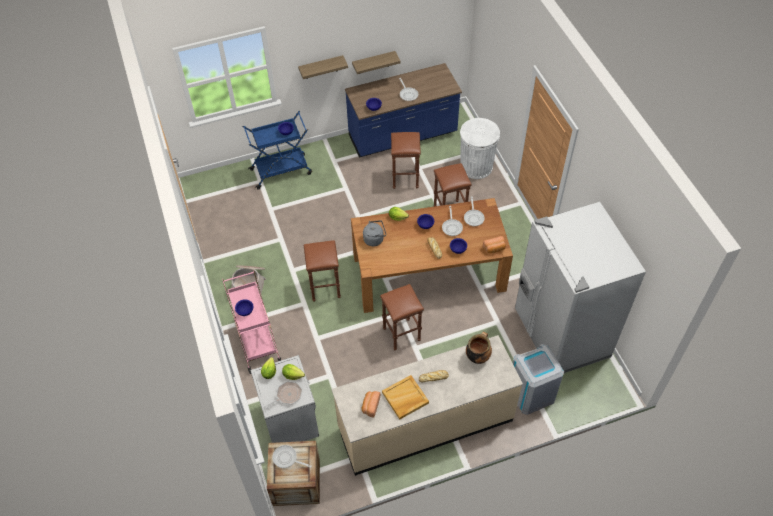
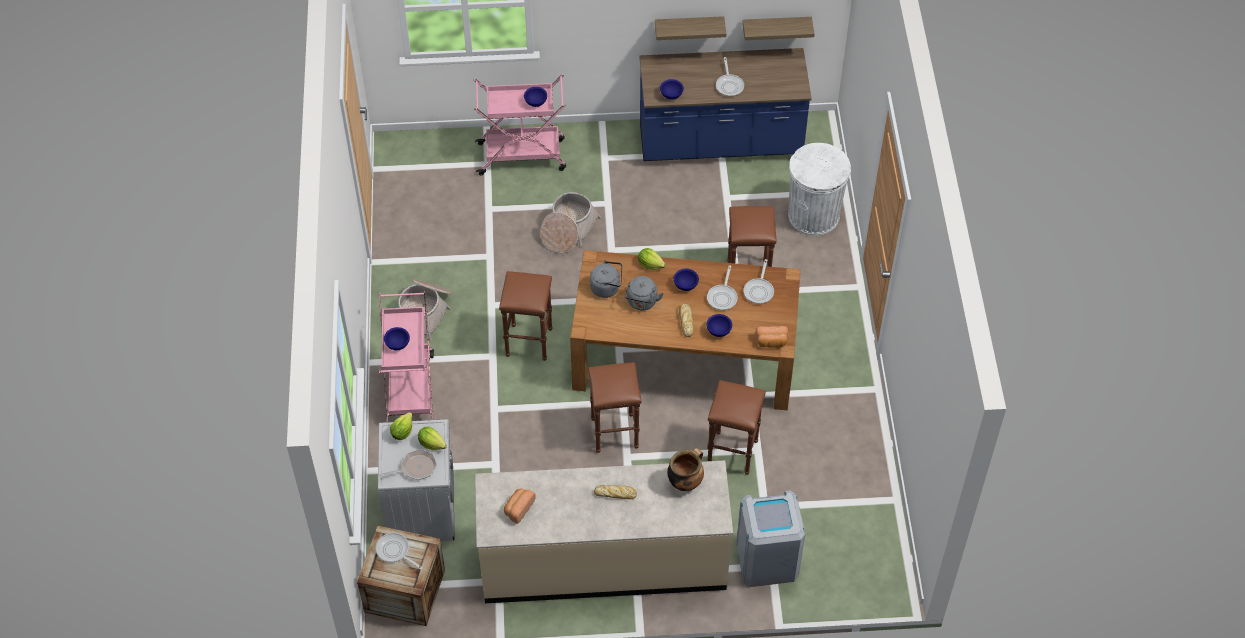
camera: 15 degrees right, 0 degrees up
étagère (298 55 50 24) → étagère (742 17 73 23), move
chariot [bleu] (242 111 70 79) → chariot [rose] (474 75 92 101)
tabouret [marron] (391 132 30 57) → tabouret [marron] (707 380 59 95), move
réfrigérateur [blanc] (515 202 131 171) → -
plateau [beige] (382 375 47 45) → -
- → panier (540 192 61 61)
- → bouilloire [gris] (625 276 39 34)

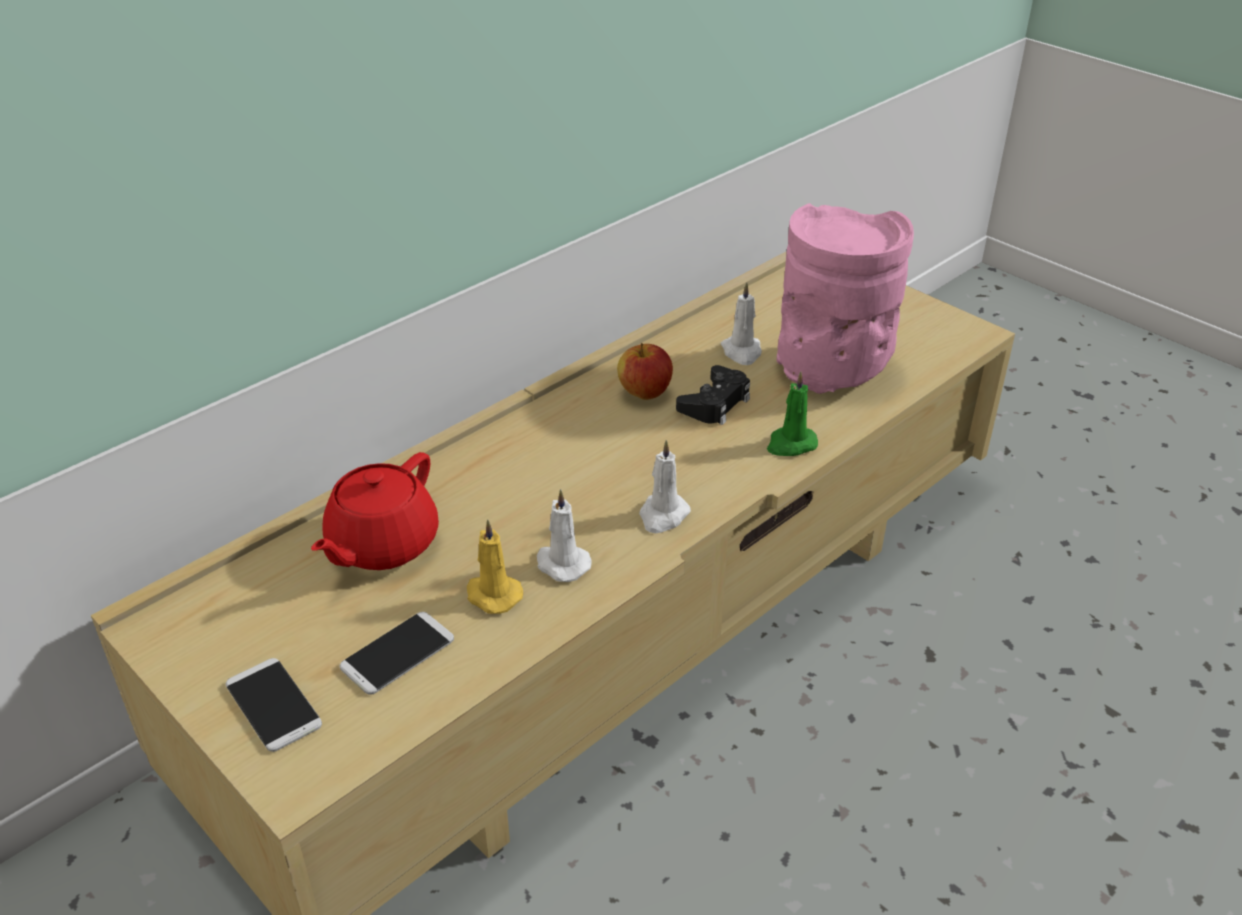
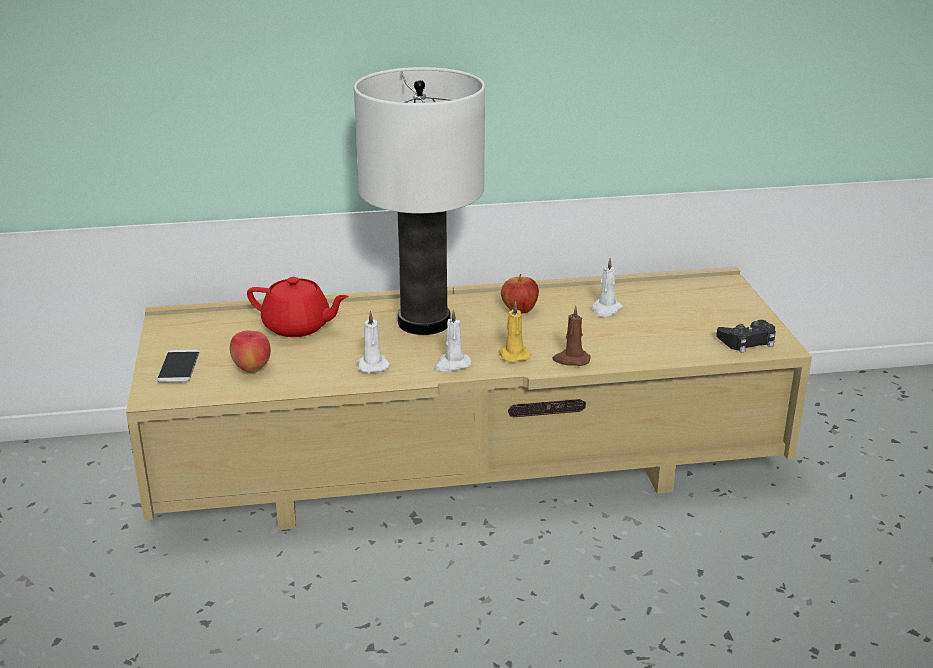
camera: 35 degrees right, 10 degrees down
vase [rose] (776 203 138 191) → -
manette [noir] (676 365 74 60) → manette [noir] (716 320 60 33), move
bougie [vert] (767 371 51 85) → bougie [marron] (552 305 39 61)
théière [rouge] (311 452 128 118) → théière [rouge] (247 277 102 60), 135 degrees counterclockwise
bougie [jaune] (467 519 56 95) → bougie [jaune] (499 301 32 62), move
téléphone (340 612 114 83) → pomme (230 330 41 43)
- → lampe de table [blanc] (354 67 131 268)

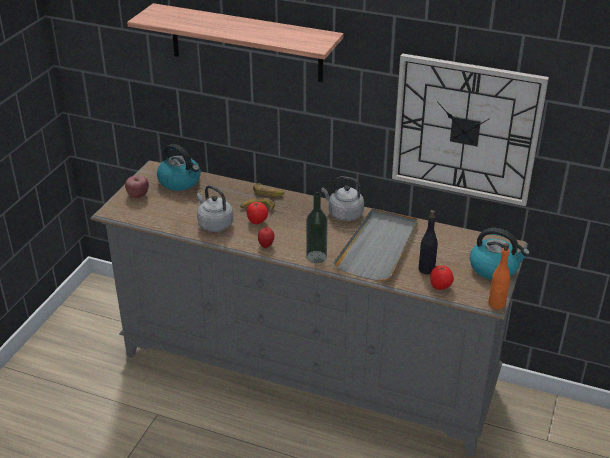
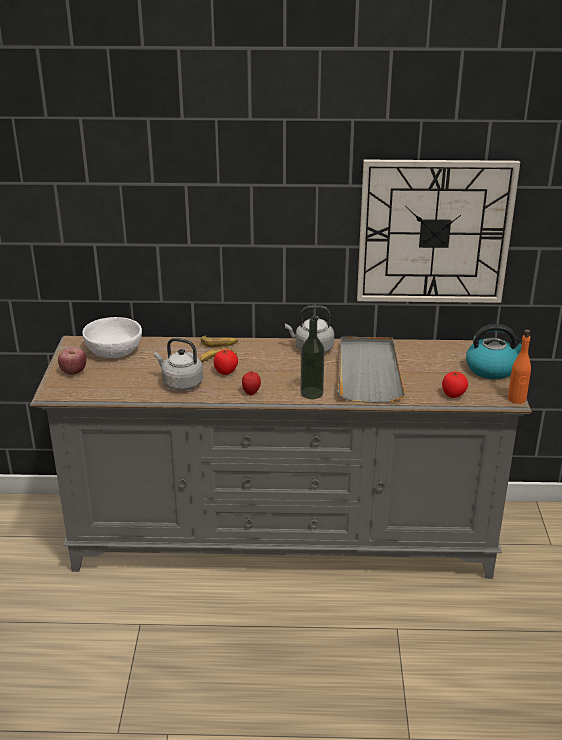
camera: 20 degrees left, 5 degrees down
étagère (127 3 217 79) → -
bouilloire (157 144 44 47) → bol [blanc] (82 317 60 41)
bouteille [noir] (419 210 19 64) → -

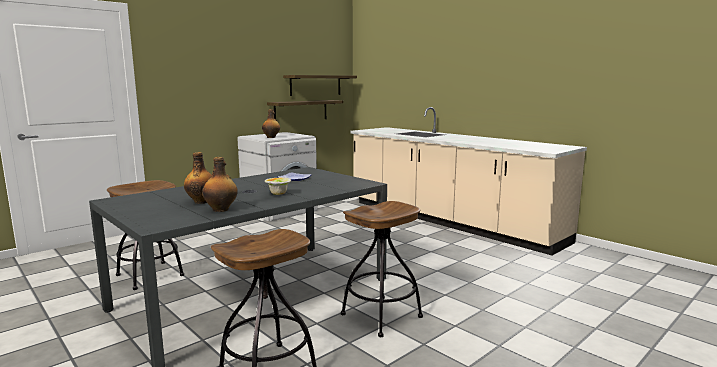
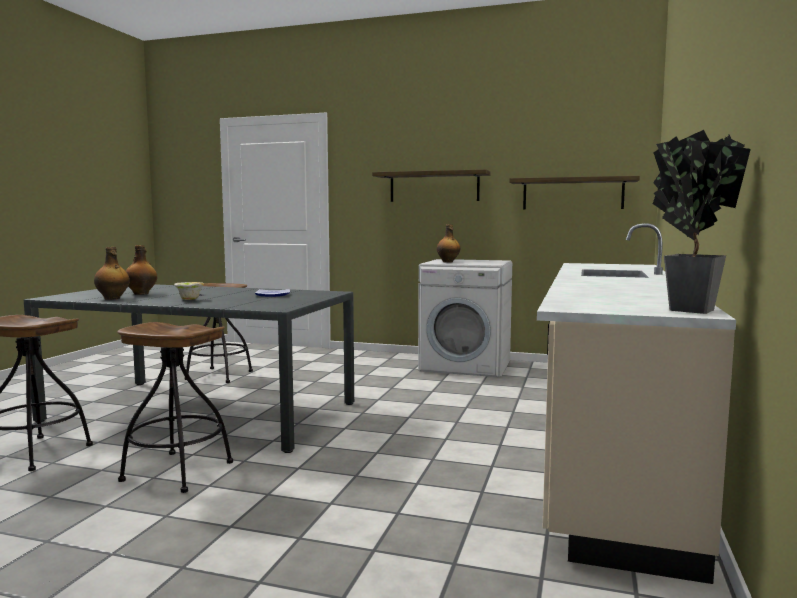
camera: 60 degrees right, 5 degrees down
étagère (267 100 76 19) → étagère (372 169 119 33), move
- → plante en pot (652 130 99 184)

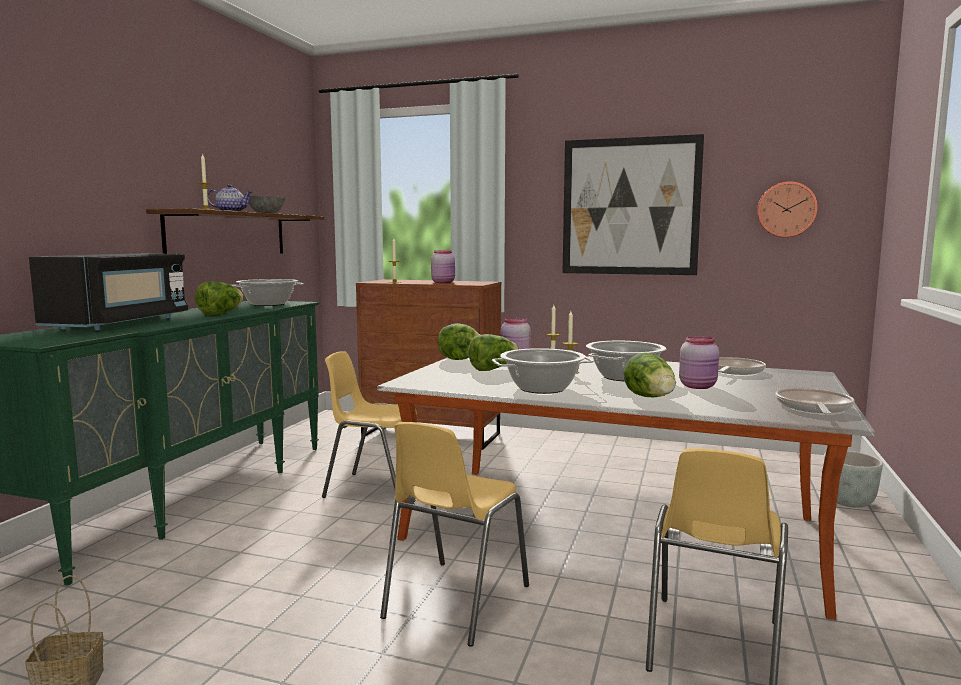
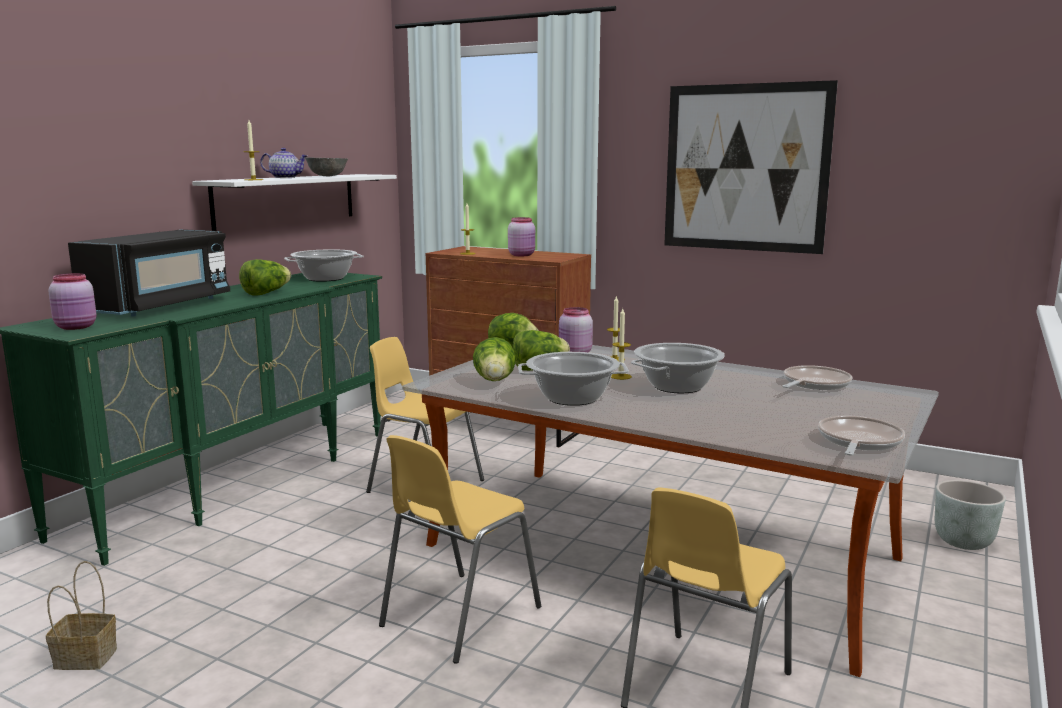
camera: 10 degrees right, 5 degrees up
horloge murale (757 181 61 56) → -
étagère [marron] (146 209 179 45) → étagère [blanc] (192 174 205 57)
bocal [rose] (679 336 40 53) → bocal [rose] (49 273 47 57), move
laitue (624 352 52 45) → laitue (473 337 42 44), move

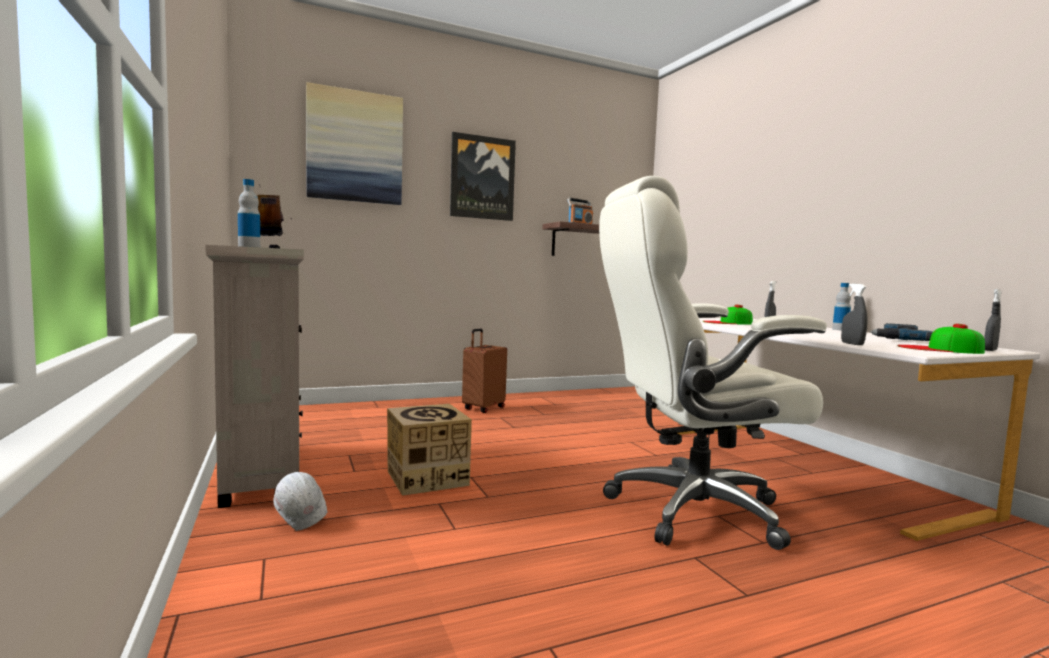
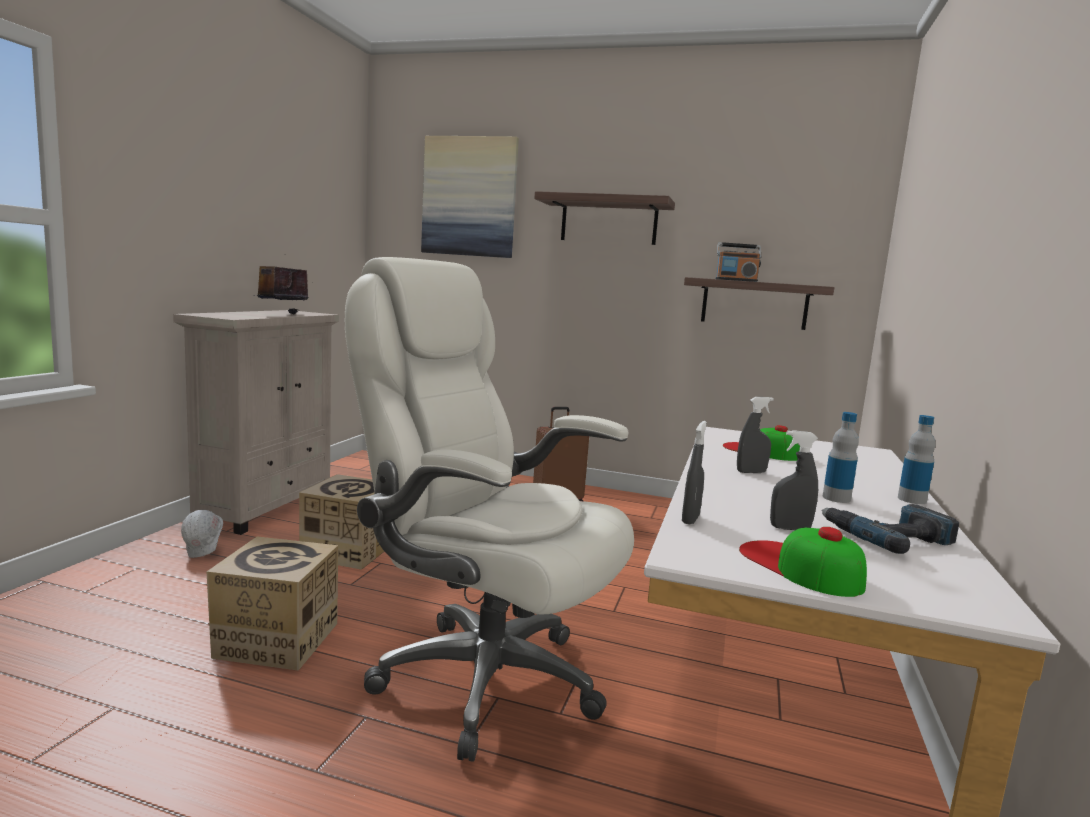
camera: 40 degrees right, 5 degrees up
tableau (450 132 66 89) → étagère (534 191 141 54)
bouteille (238 179 22 68) → bouteille (823 412 36 91), move
vaporisateur [gris] (984 289 18 62) → vaporisateur [gris] (770 430 48 100), move
- → carton (207 536 131 135)

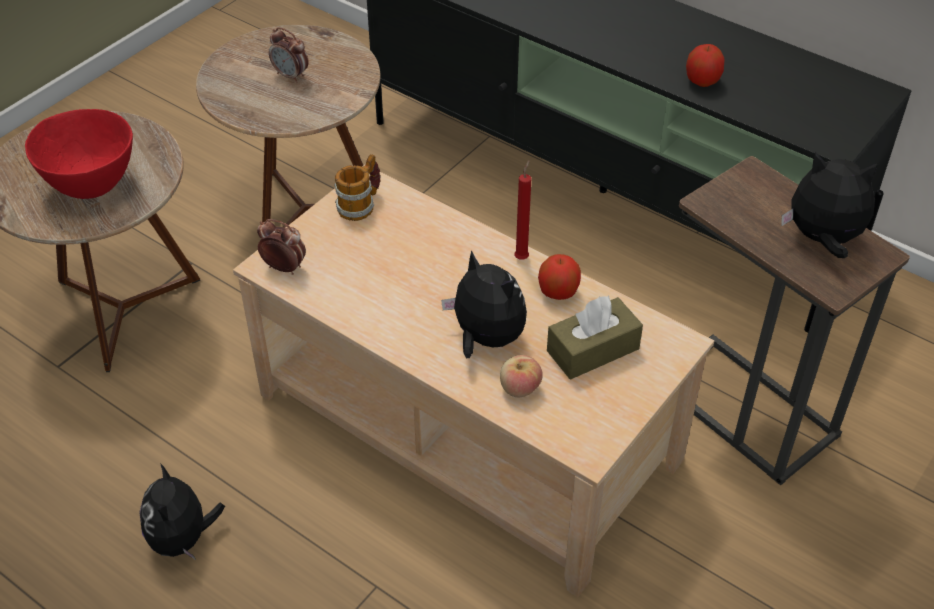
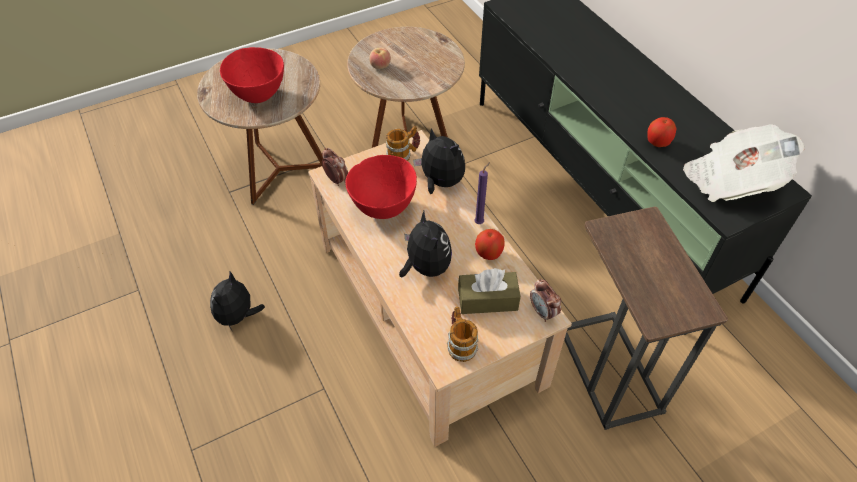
camera: 25 degrees right, 5 degrees up
réveil (269 27 40 56) → réveil (530 279 31 43), move
peluche (782 152 96 106) → peluche (413 128 52 66), move
bougie [rouge] (514 160 17 100) → bougie [violet] (474 162 16 62)
pomme (500 355 43 42) → pomme (369 47 22 22), move
- → journal (683 124 122 78)
- → bol [rouge] (345 155 72 64)
- → mug (447 307 32 55)

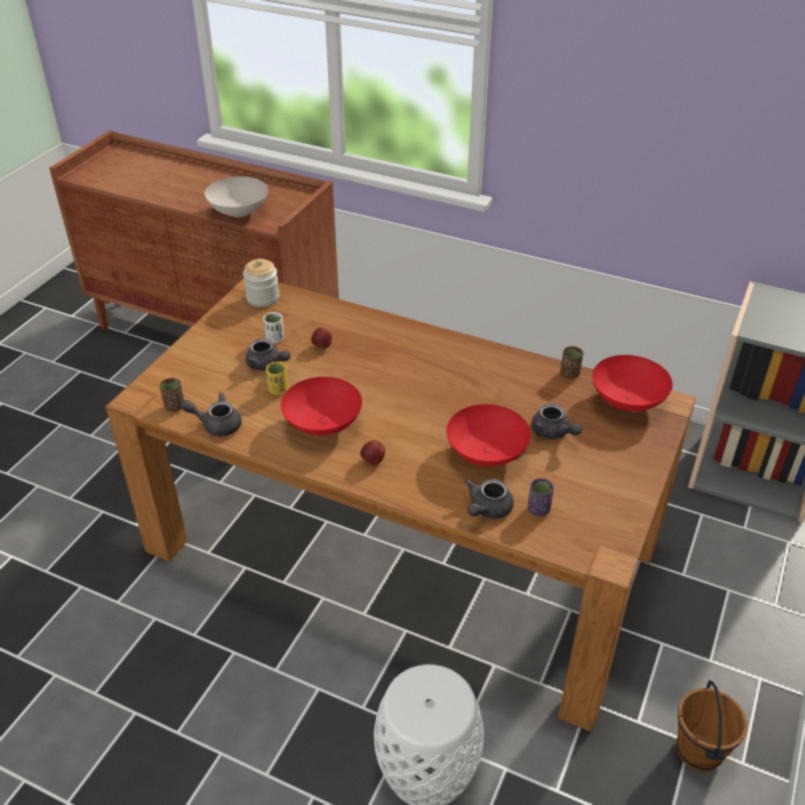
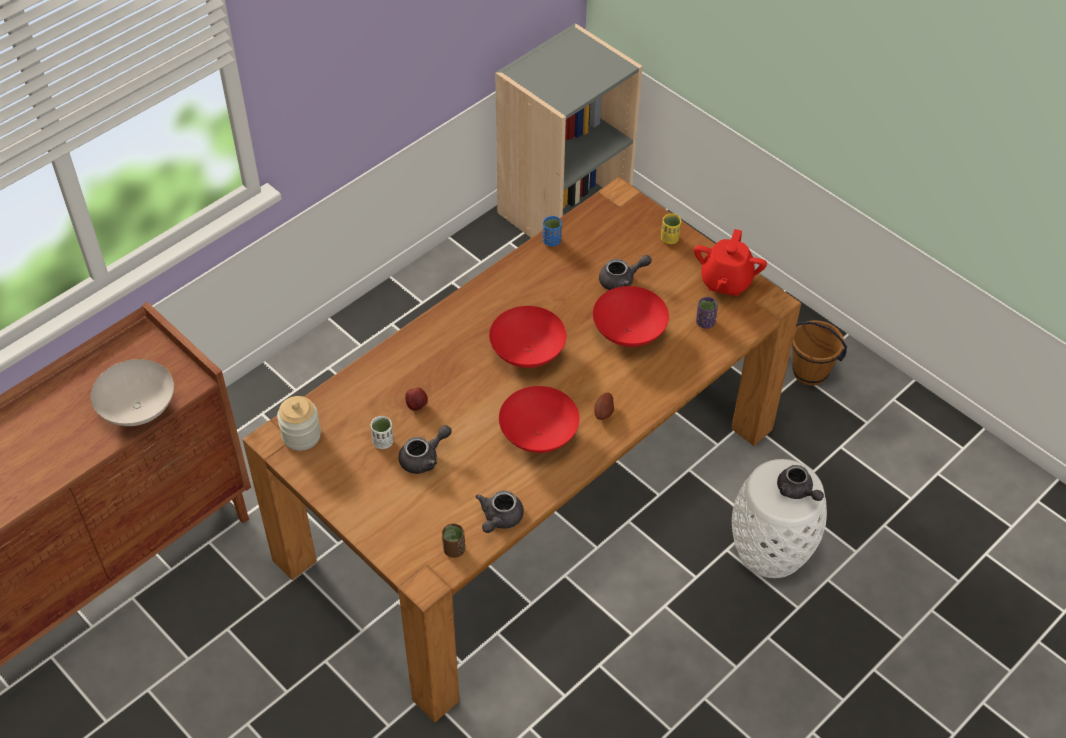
camera: 70 degrees left, 10 degrees up
tasse [marron] (560 346 23 33) → tasse [bleu] (543 216 19 31)
bol [rouge] (592 355 81 57) → bol [rouge] (489 306 77 62), move
tasse [jaune] (266 362 22 33) → tasse [jaune] (661 214 21 30), move
pomme (360 440 25 25) → pomme de terre (594 393 20 27)
théière [gris] (465 479 49 40) → théière [gris] (777 465 47 36), move
- → théière [rouge] (694 229 73 67)

